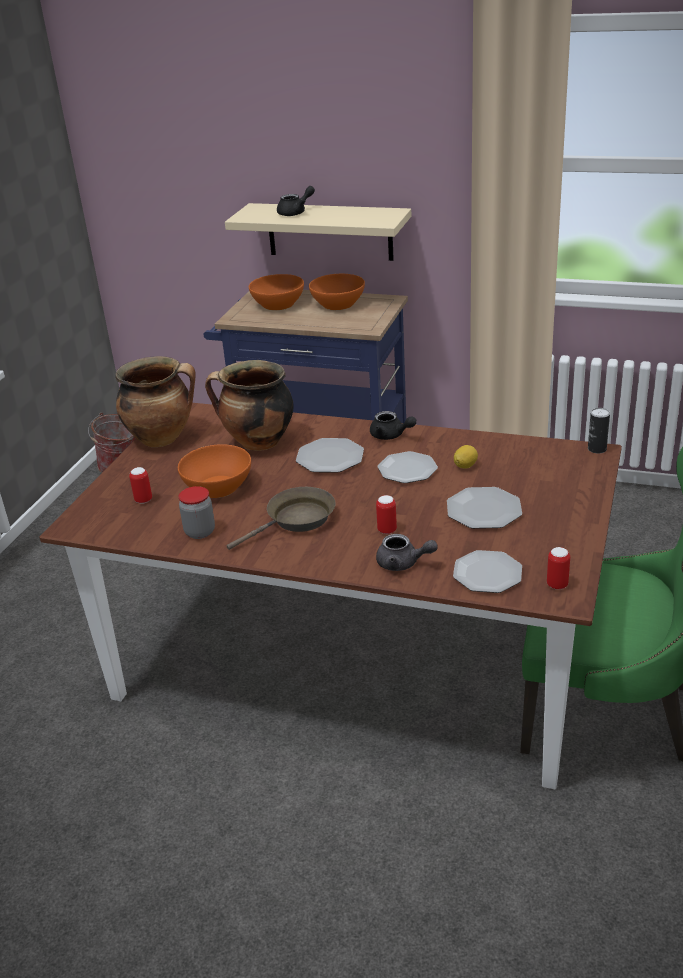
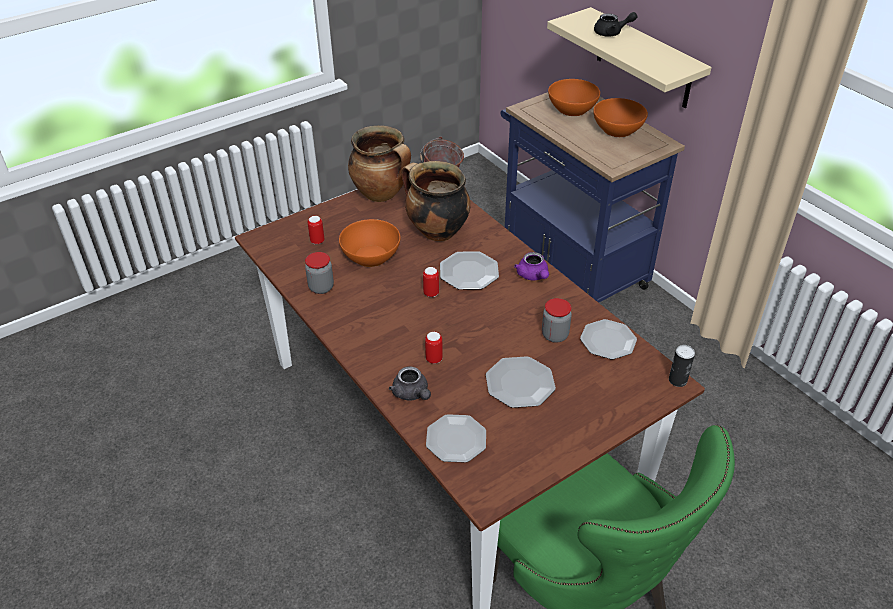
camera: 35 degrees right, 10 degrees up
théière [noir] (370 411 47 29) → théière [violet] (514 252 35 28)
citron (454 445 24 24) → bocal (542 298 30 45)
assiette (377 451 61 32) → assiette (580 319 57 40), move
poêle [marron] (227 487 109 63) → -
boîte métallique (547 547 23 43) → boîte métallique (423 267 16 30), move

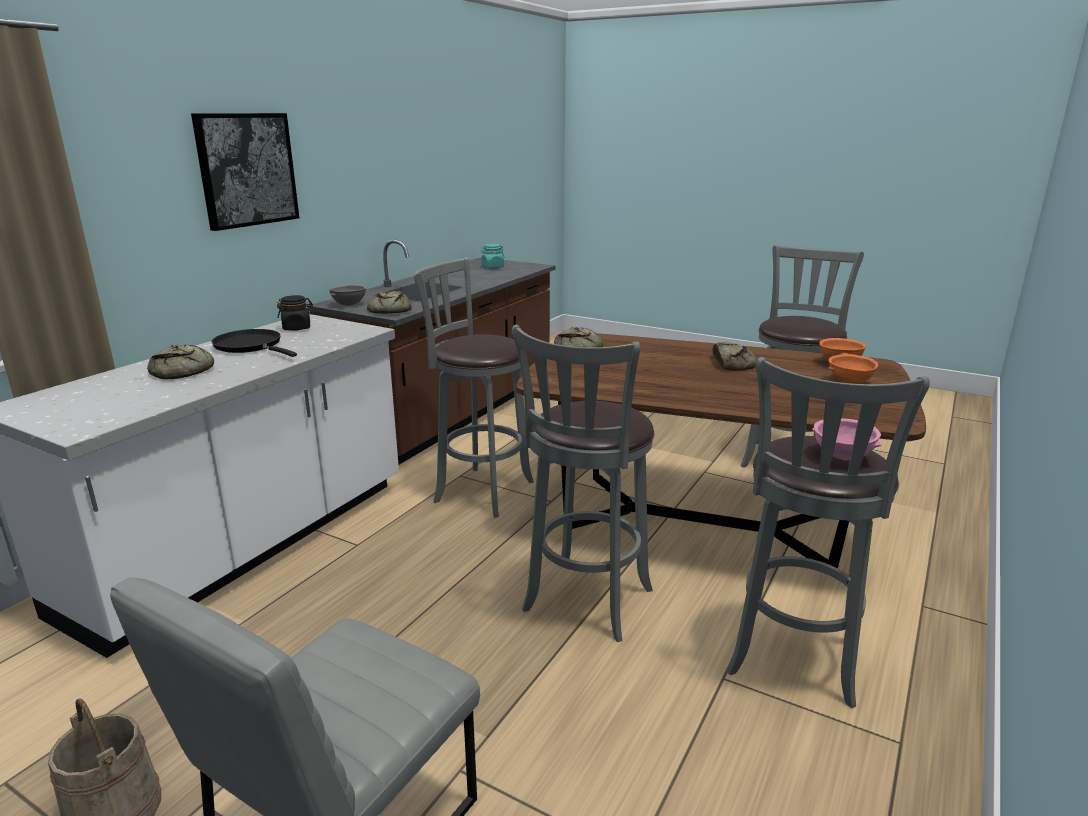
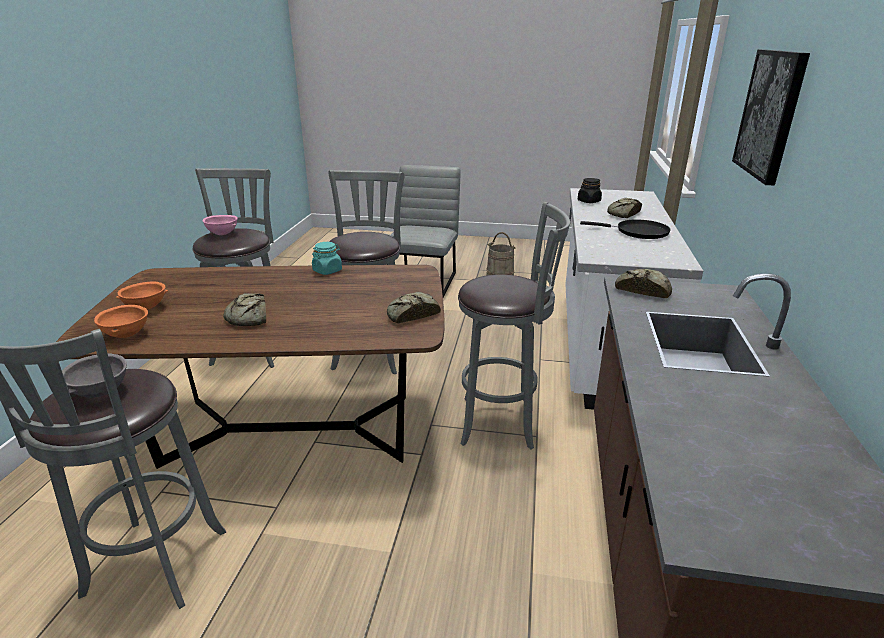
camera: 160 degrees right, 5 degrees up
bocal [turquoise] (480 244 25 25) → bocal [turquoise] (312 242 30 33), move
bol [gris] (329 284 37 22) → bol [gris] (62 353 65 45), move
bocal [noir] (277 295 36 35) → bocal [noir] (578 178 24 25), move

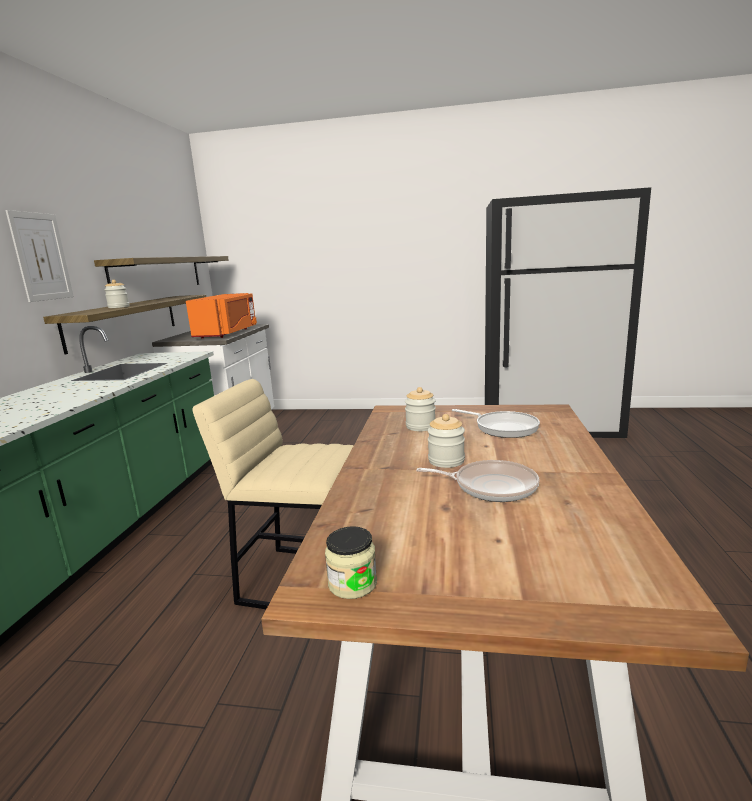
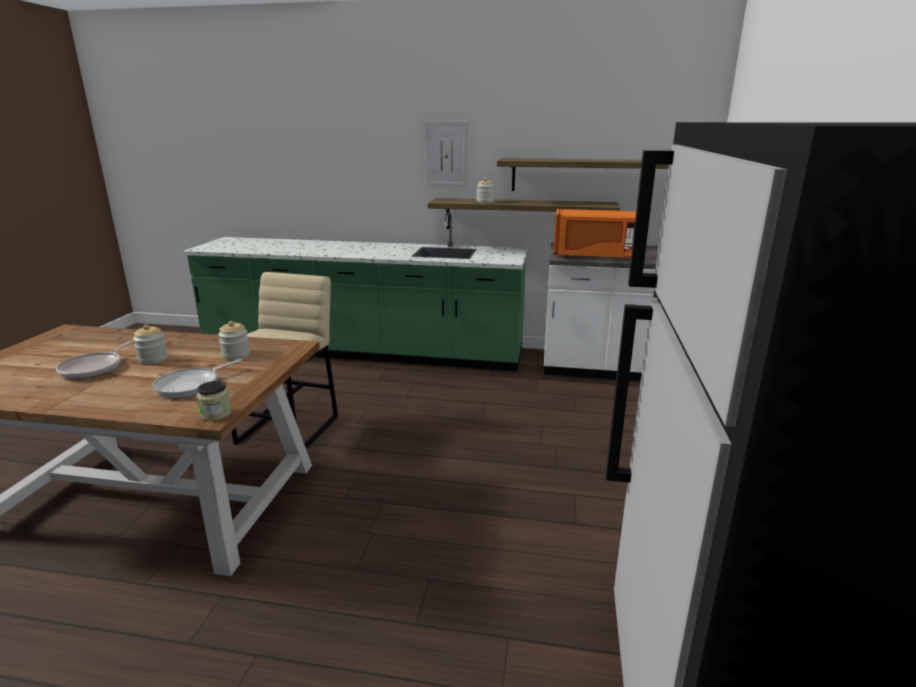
camera: 90 degrees right, 5 degrees up
bocal (325 526 52 73) → bocal (197 381 34 40), move

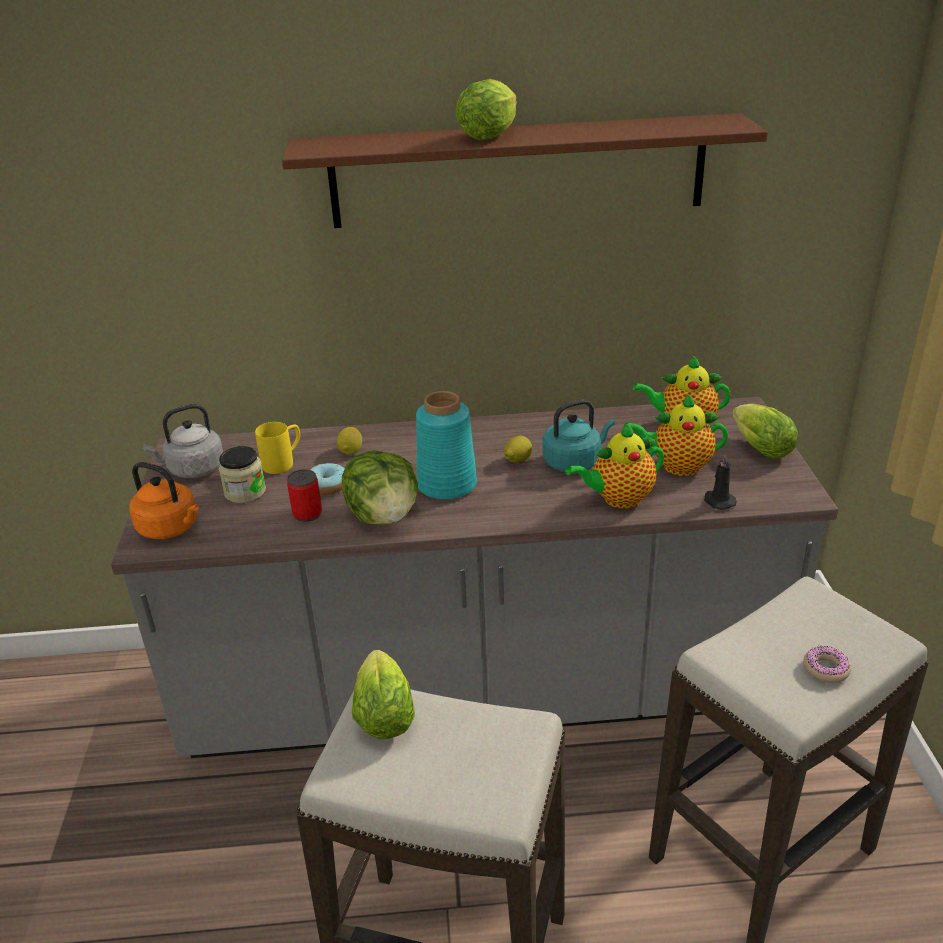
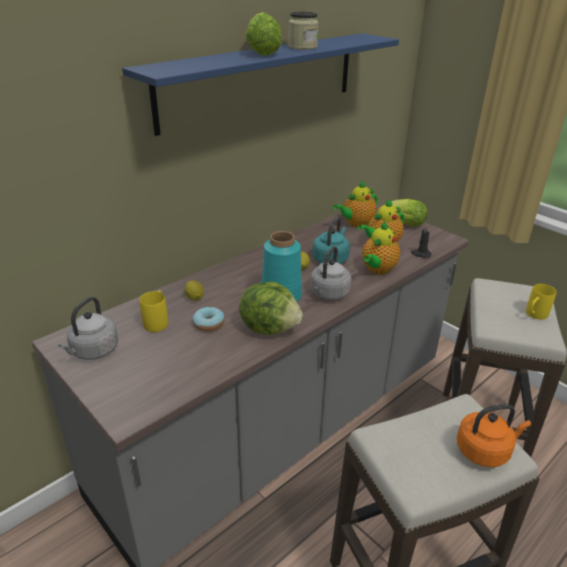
camera: 40 degrees left, 0 degrees up
étagère [marron] (282 113 486 115) → étagère [bleu] (122 33 277 103)
bocal (219 446 47 57) → bocal (288 12 30 38), move
bouilloire [orange] (129 462 70 77) → bouilloire [orange] (457 404 74 63), move
boîte métallique (287 469 35 53) → -
beignet (803 645 48 38) → mug [jaune] (526 284 31 36)
laitue (352 650 63 89) → -
- → bouilloire [gris] (310 246 41 54)

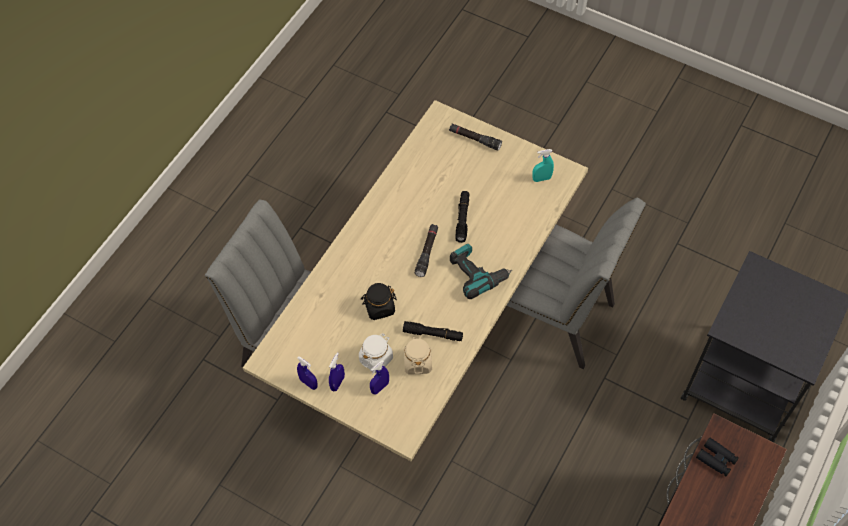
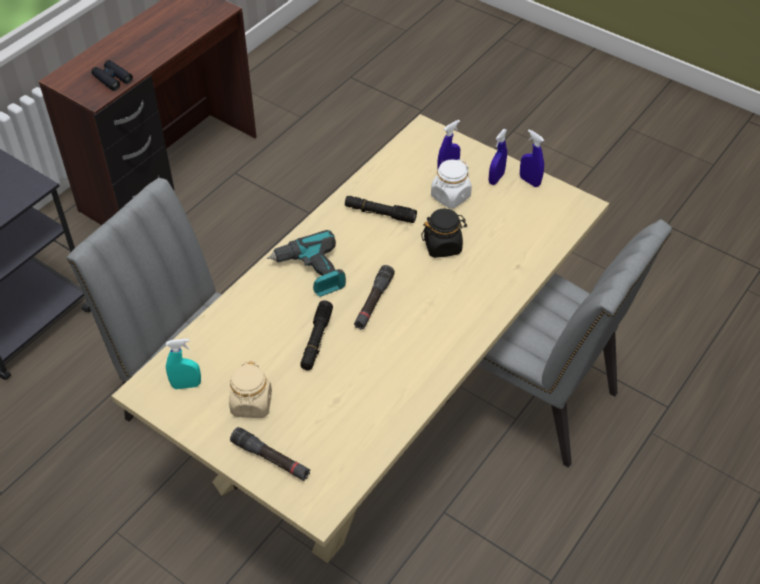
camera: 175 degrees left, 10 degrees down
bocal [beige] (404 336 28 39) → bocal [beige] (229 361 43 57), move

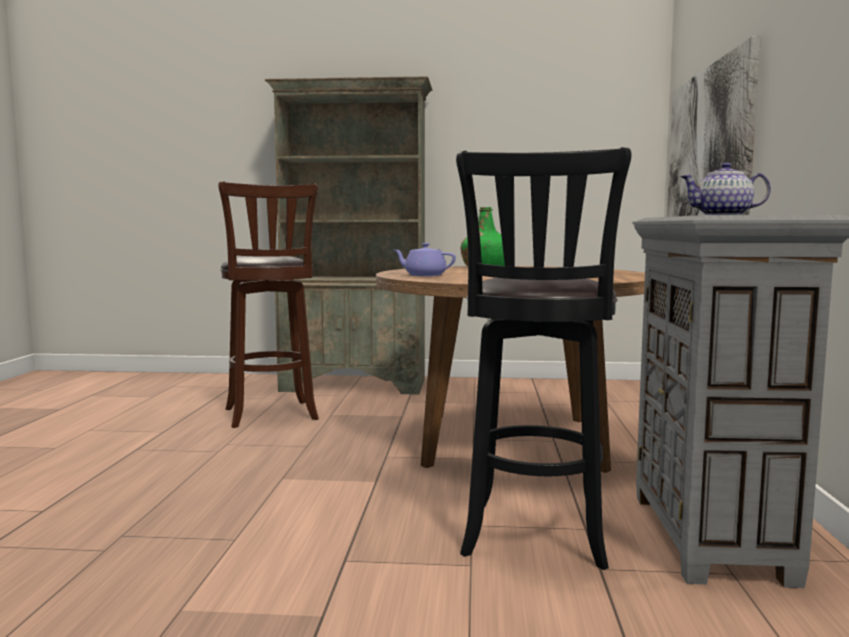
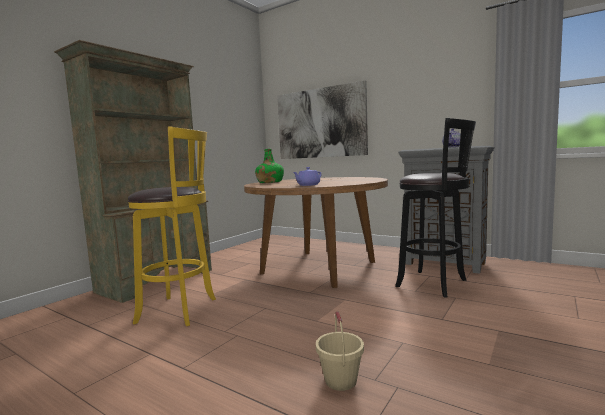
camera: 60 degrees left, 0 degrees up
tabouret [marron] (218 181 101 247) → tabouret [jaune] (128 126 88 200)
- → seau [beige] (316 311 48 80)

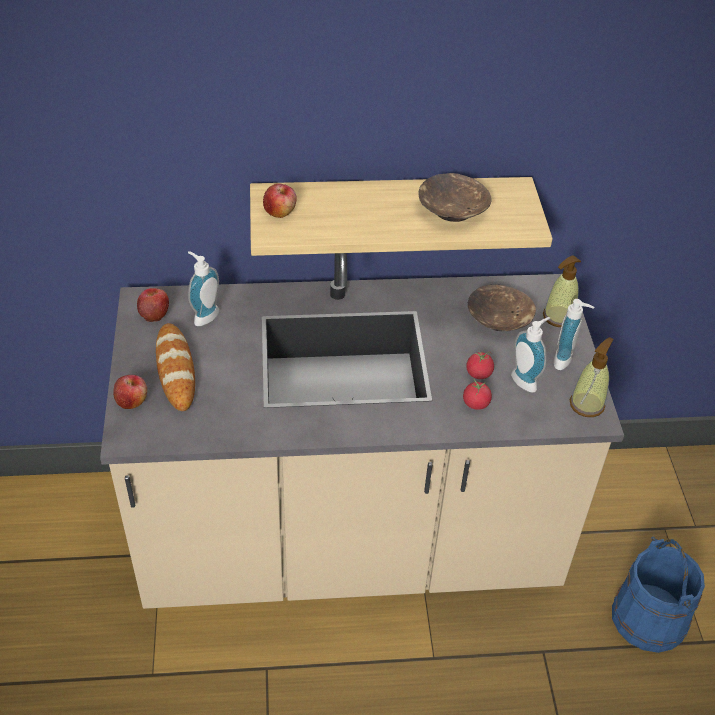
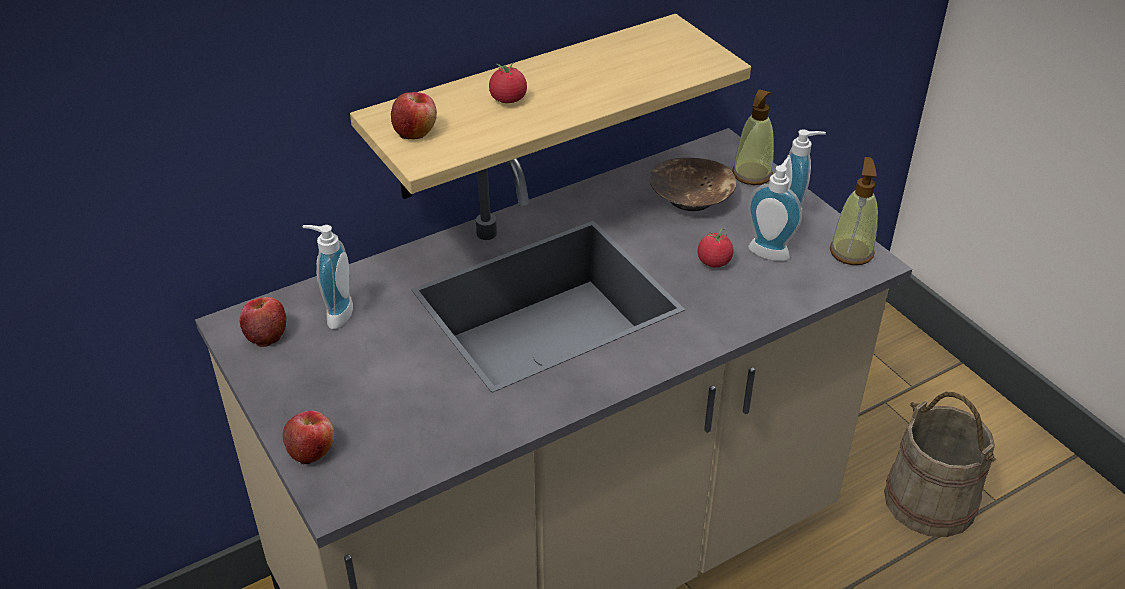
camera: 25 degrees left, 5 degrees down
bol [marron] (418 173 74 49) → -
pain (156 323 39 88) → -
tomate (463 379 29 31) → tomate (489 63 38 40), move
seau [bleu] (612 537 93 116) → seau [beige] (884 392 113 145)

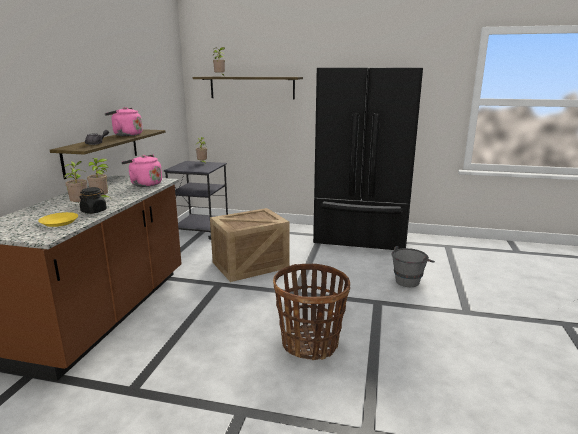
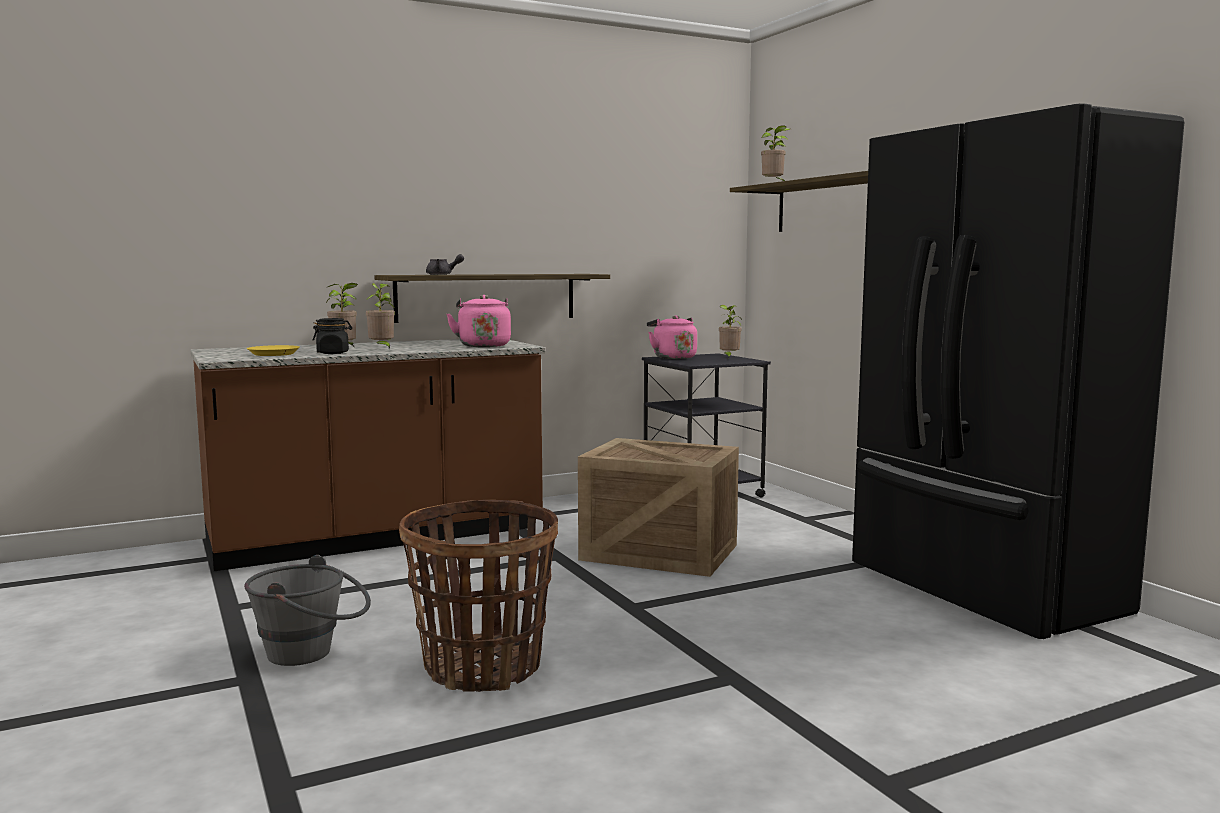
camera: 50 degrees right, 10 degrees down
bouilloire [rose] (105 107 38 29) → bouilloire [rose] (647 315 50 44), move
seau [gris] (391 246 44 41) → seau [gris] (244 555 127 111), move

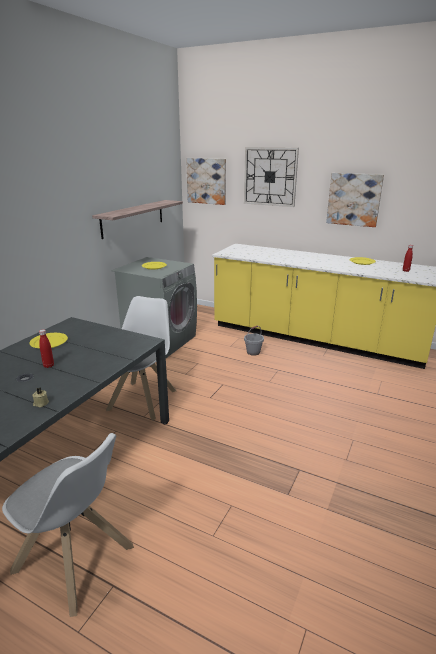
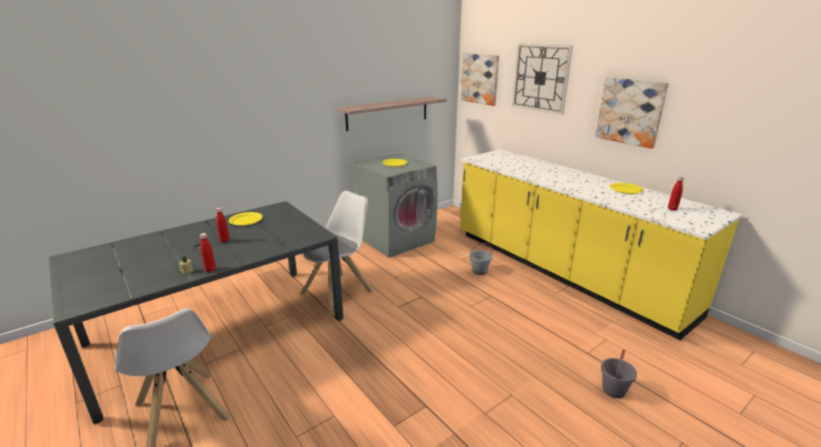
camera: 25 degrees right, 0 degrees up
- → bouteille [rouge] (200 233 16 39)
- → seau [gris] (601 349 36 49)

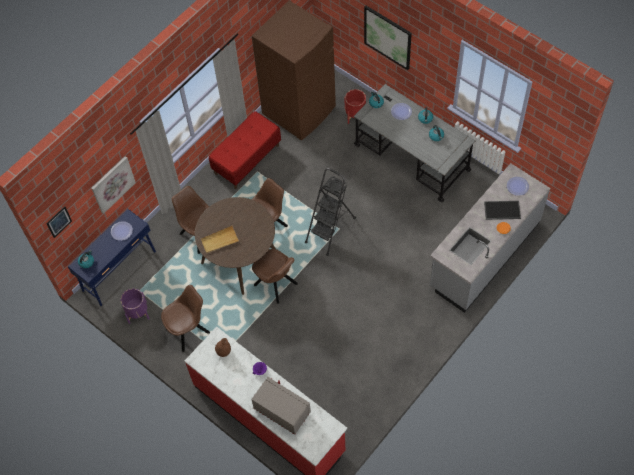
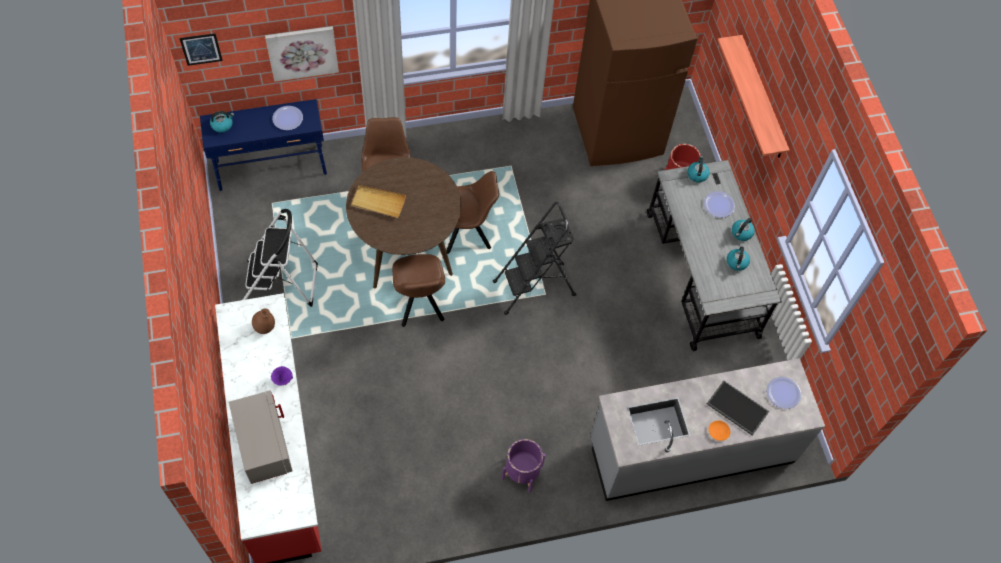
camera: 30 degrees right, 0 degrees up
tableau (364 6 48 64) → étagère (718 35 72 123)
banc [rouge] (209 111 72 78) → -
chaise [marron] (161 285 49 67) → escabeau (243 209 75 98)
cache-pot [violet] (120 288 29 36) → cache-pot [violet] (502 439 43 53), move

